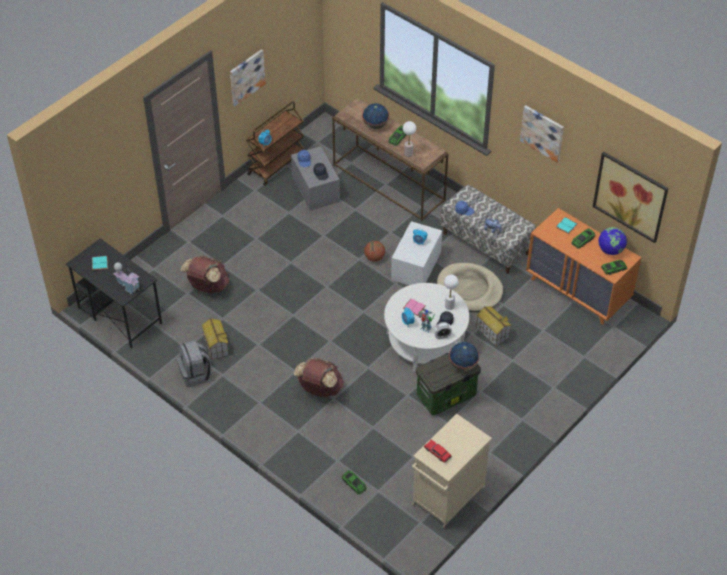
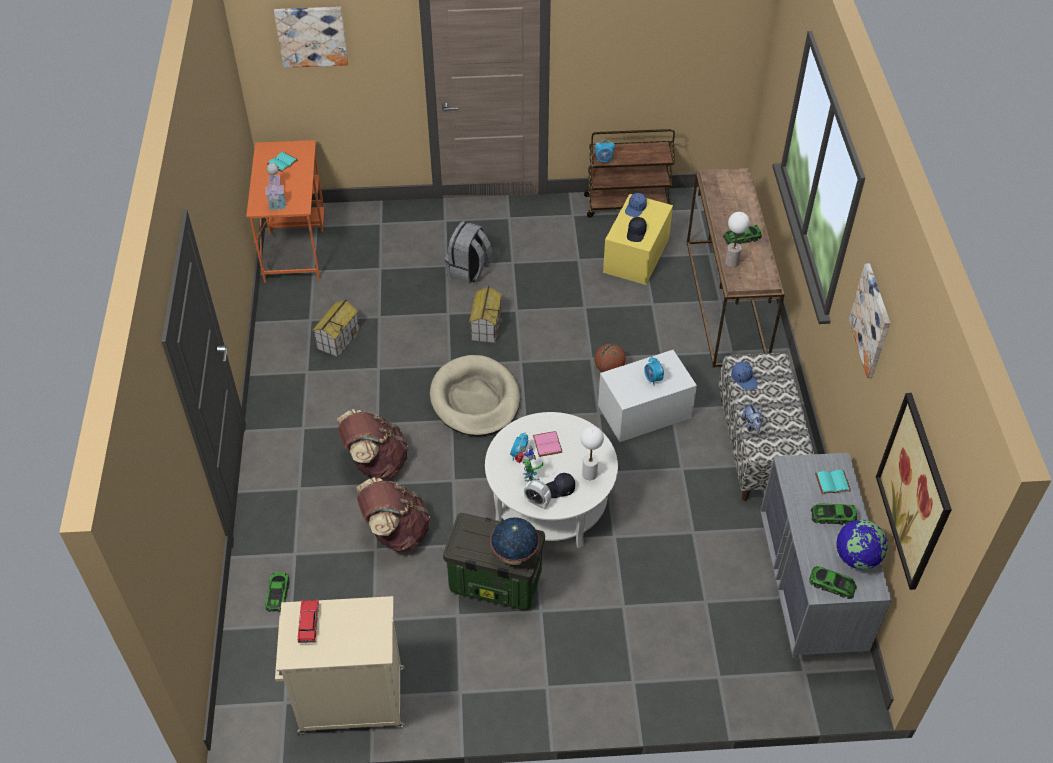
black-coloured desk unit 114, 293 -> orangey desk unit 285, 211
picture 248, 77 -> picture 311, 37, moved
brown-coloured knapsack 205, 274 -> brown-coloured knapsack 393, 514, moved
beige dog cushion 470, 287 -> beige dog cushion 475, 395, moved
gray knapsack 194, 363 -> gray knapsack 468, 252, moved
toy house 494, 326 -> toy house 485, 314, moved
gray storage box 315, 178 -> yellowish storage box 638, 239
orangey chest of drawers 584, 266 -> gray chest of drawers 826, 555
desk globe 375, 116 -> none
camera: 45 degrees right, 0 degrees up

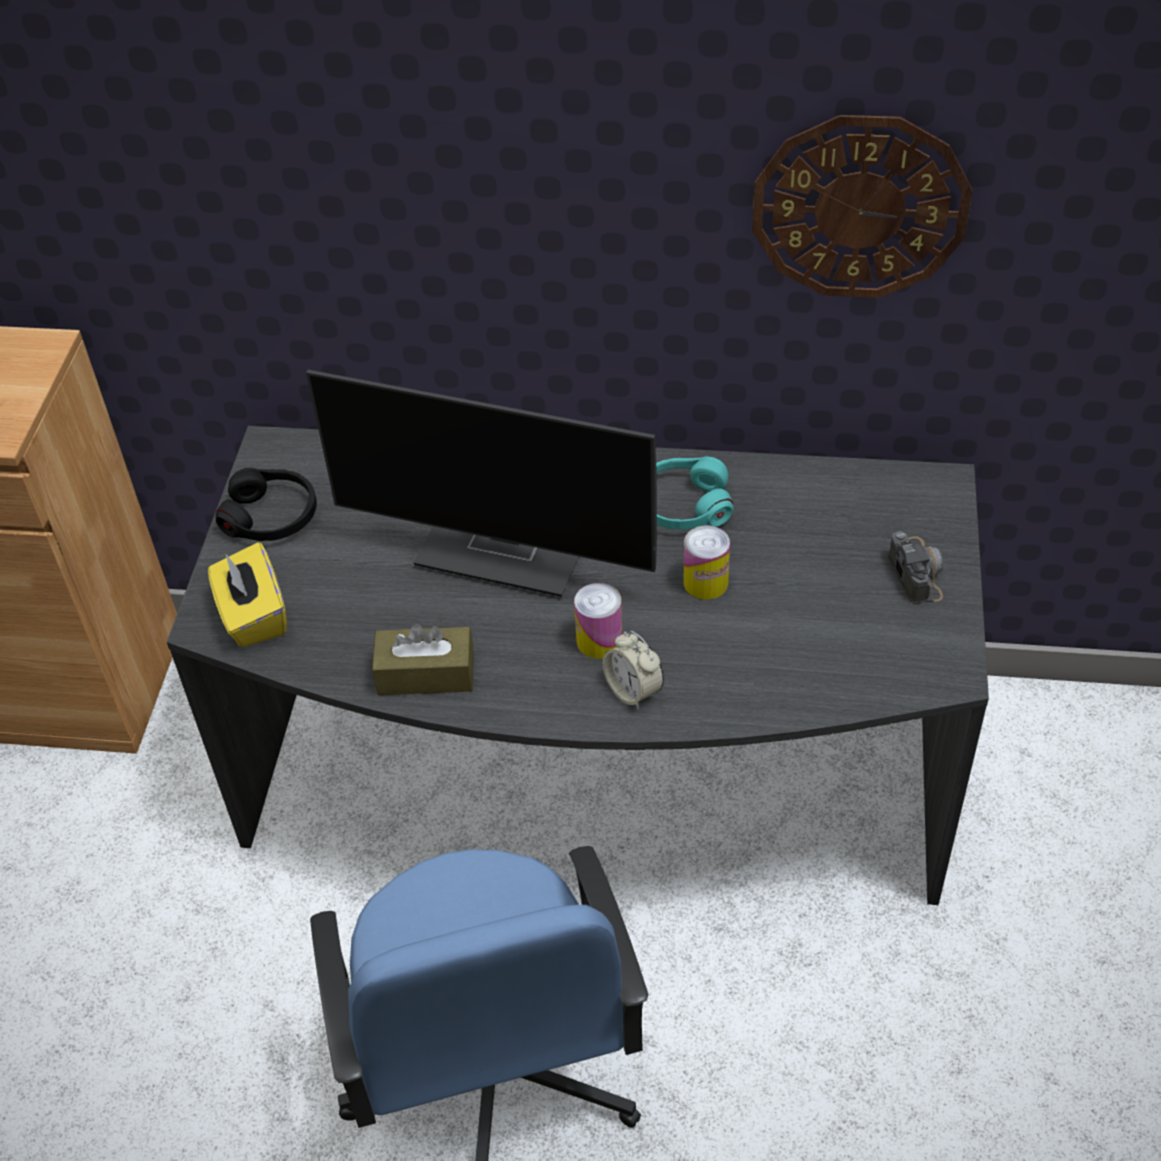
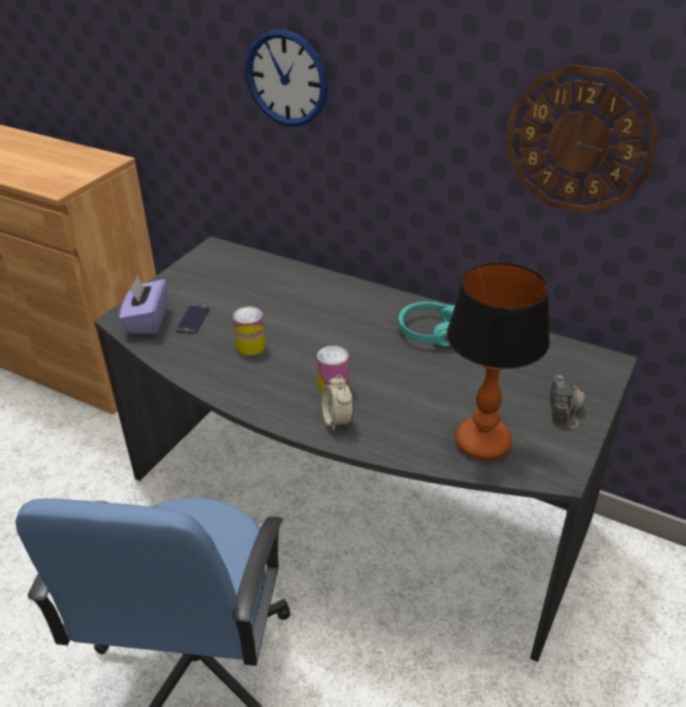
yellowish tissue holder 247, 594 -> purple-coloured tissue holder 143, 305
none -> handset 192, 319
sealed can 707, 563 -> sealed can 249, 330, moved
none -> clock on the wall 286, 77
none -> lamp for a table 498, 361
black-coloured pair of headphones 266, 504 -> none
computer display 481, 483 -> none
brown-coloured tissue holder 423, 659 -> none
camera: 20 degrees right, 10 degrees down

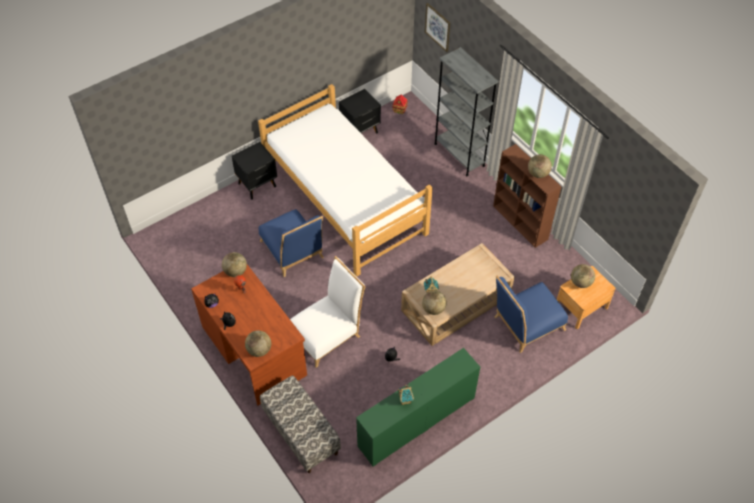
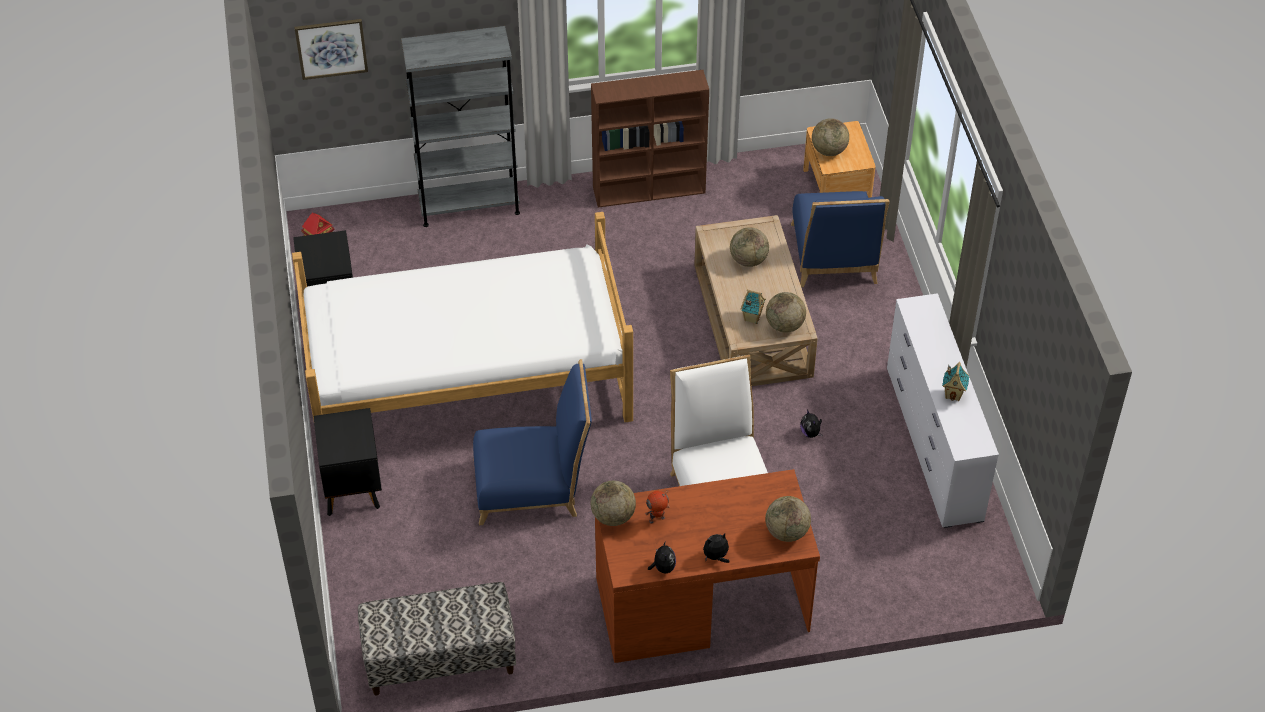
indoor bench 300, 424 -> indoor bench 437, 639, moved
desk globe 540, 166 -> desk globe 749, 247, moved
green chest of drawers 418, 407 -> whitish chest of drawers 943, 410
camera: 65 degrees left, 5 degrees down

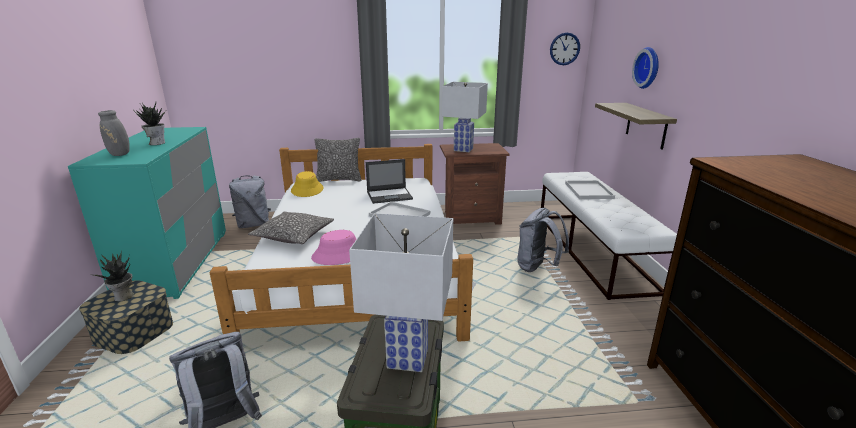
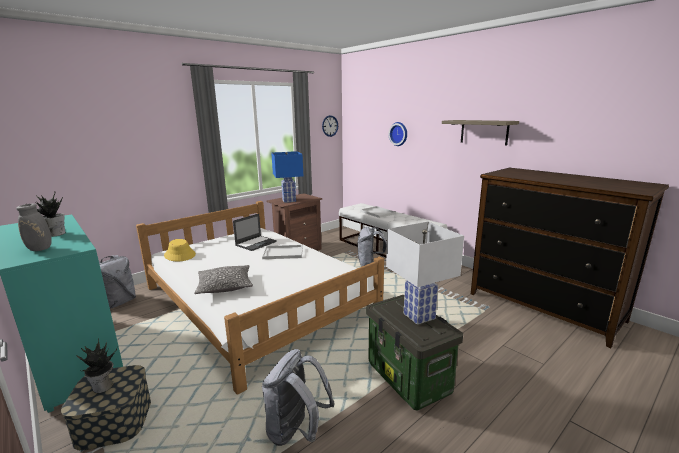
whitish lamp for a table 465, 117 -> blue lamp for a table 287, 177
bracket shelf 636, 126 -> bracket shelf 480, 132, moved
pink hat 333, 247 -> none
throw pillow 338, 160 -> none
camera: 35 degrees left, 5 degrees down

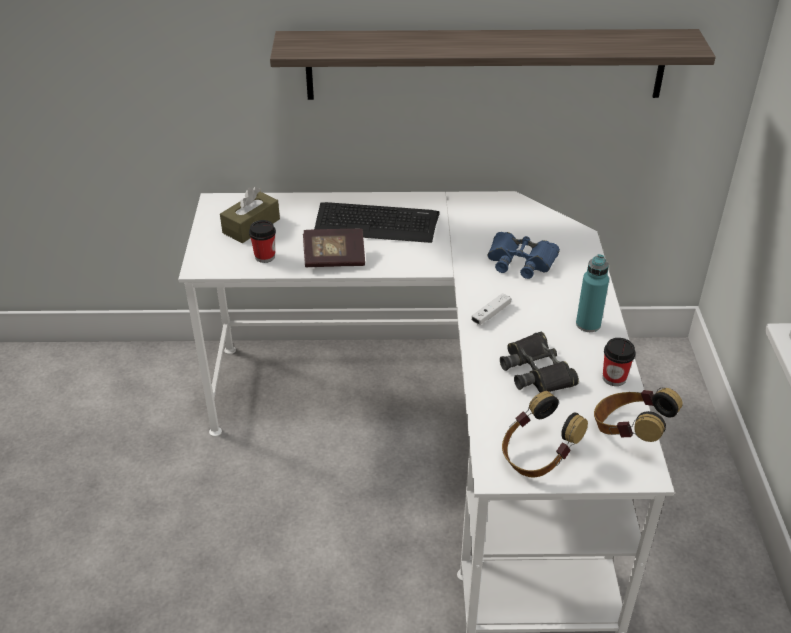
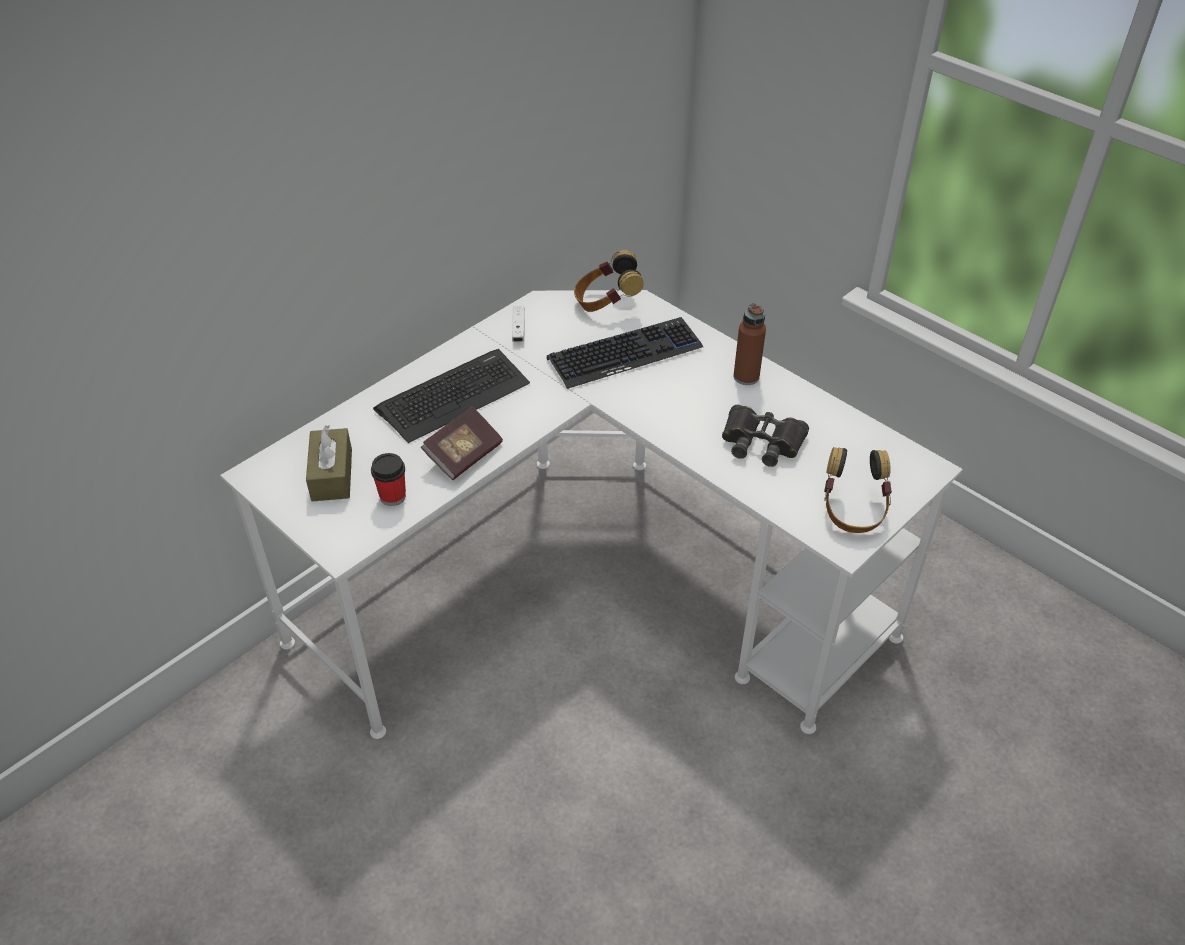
whitish joypad 491, 309 -> whitish joypad 518, 324, moved
blue pair of binoculars 524, 255 -> keyboard 625, 353
pair of headphones 638, 415 -> pair of headphones 609, 281, moved
turquoise-coloured drink bottle 592, 293 -> brown-coloured drink bottle 749, 344
bracket shelf 493, 64 -> none
cup 619, 362 -> none
camera: 45 degrees left, 5 degrees up

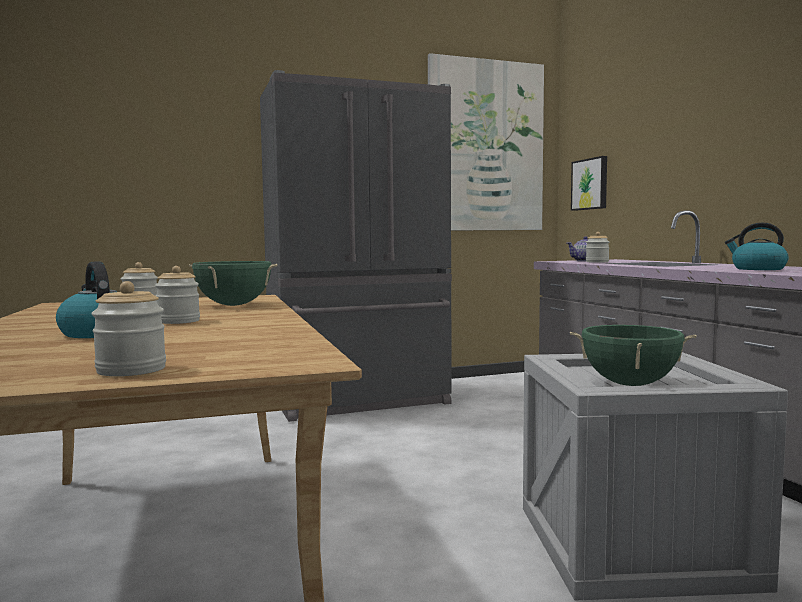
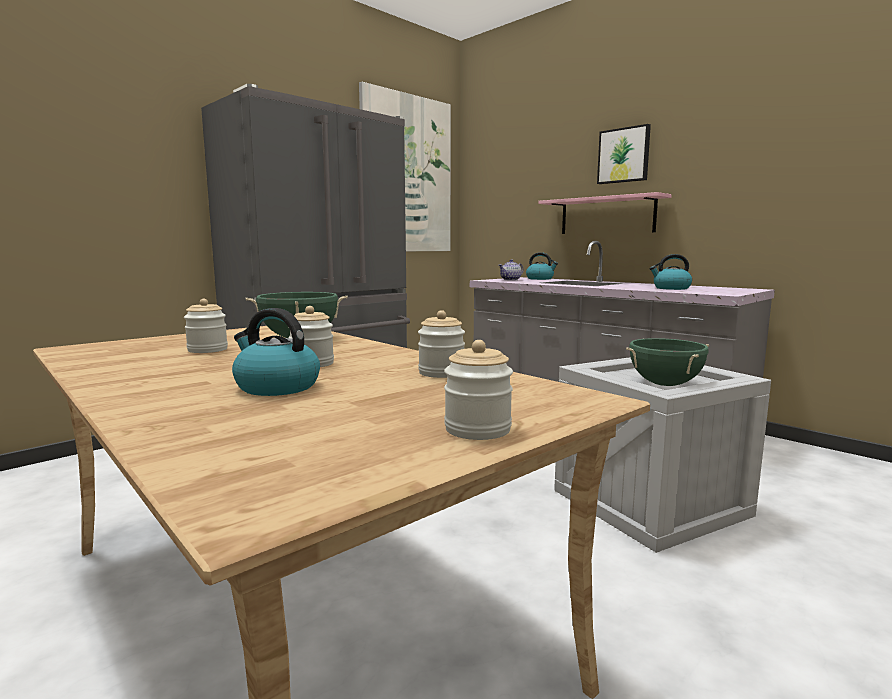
preserve jar 597, 247 -> preserve jar 441, 344, moved
none -> tea kettle 542, 266
none -> pink bracket shelf 605, 213
picture 589, 183 -> picture 624, 154, moved
camera: 25 degrees left, 5 degrees up

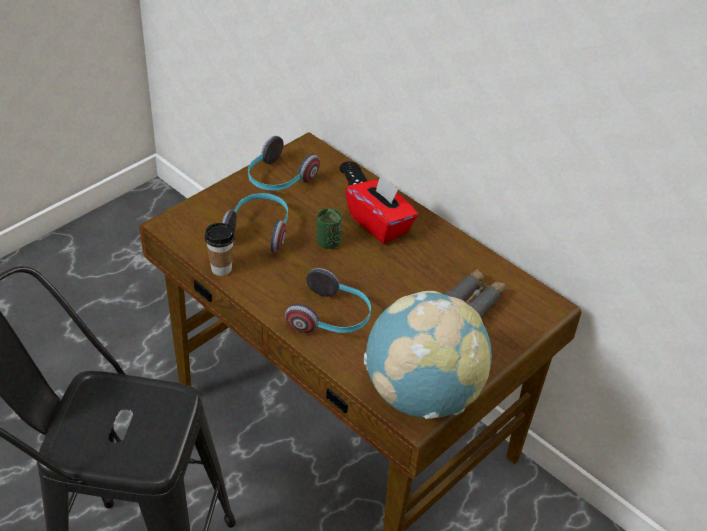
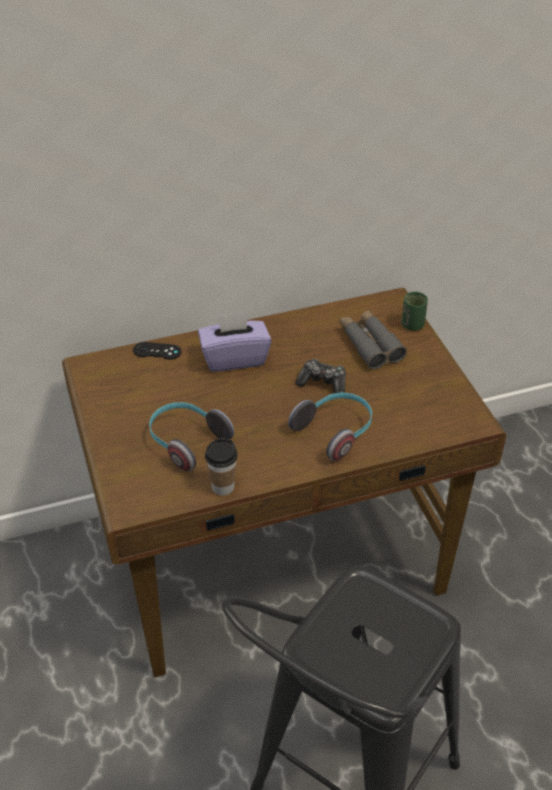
red tissue holder 382, 209 -> purple-coloured tissue holder 235, 342
none -> joypad 321, 376
green cup 329, 228 -> green cup 415, 311, moved
pair of headphones 284, 163 -> none
desk globe 428, 355 -> none
camera: 60 degrees left, 0 degrees up

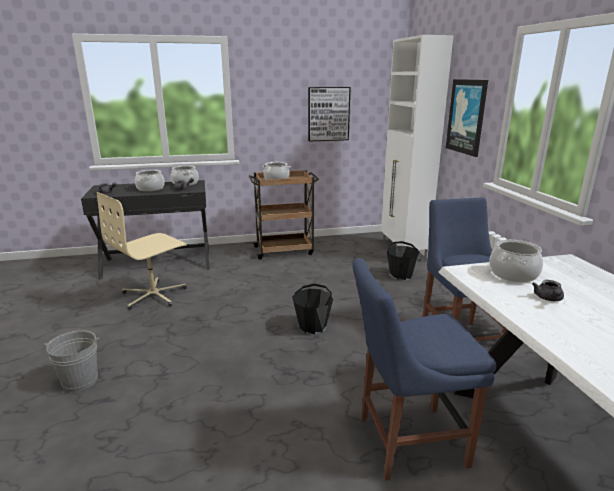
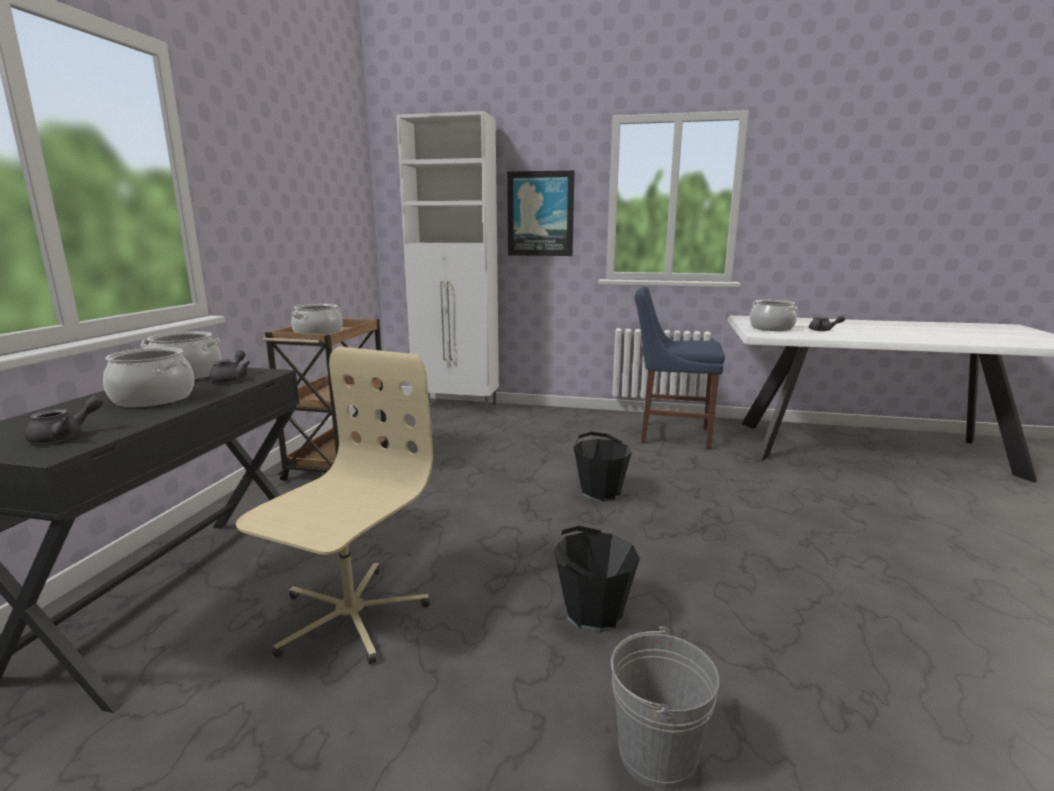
beige desk chair 142, 251 -> beige desk chair 334, 505, 135 degrees counterclockwise
black-coloured bucket 403, 260 -> black-coloured bucket 596, 579, moved
picture 329, 114 -> none
blue plain chair 424, 369 -> none
camera: 65 degrees left, 5 degrees down

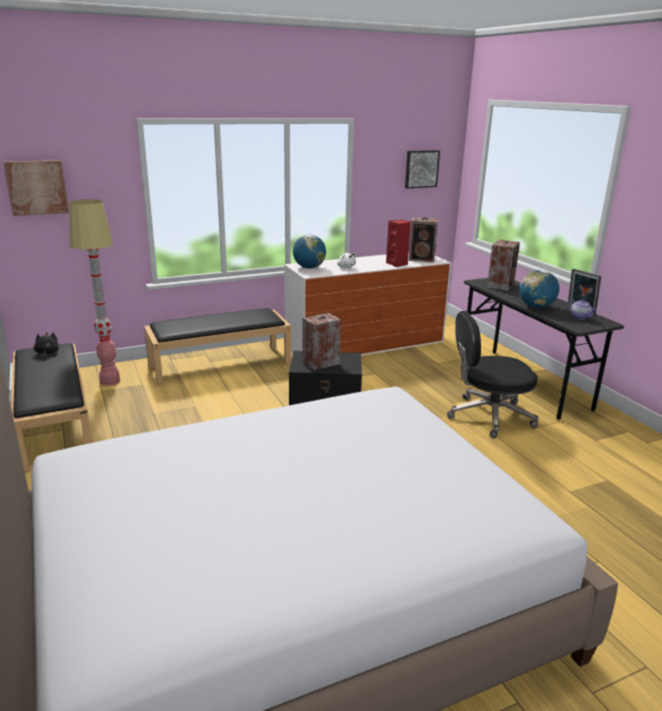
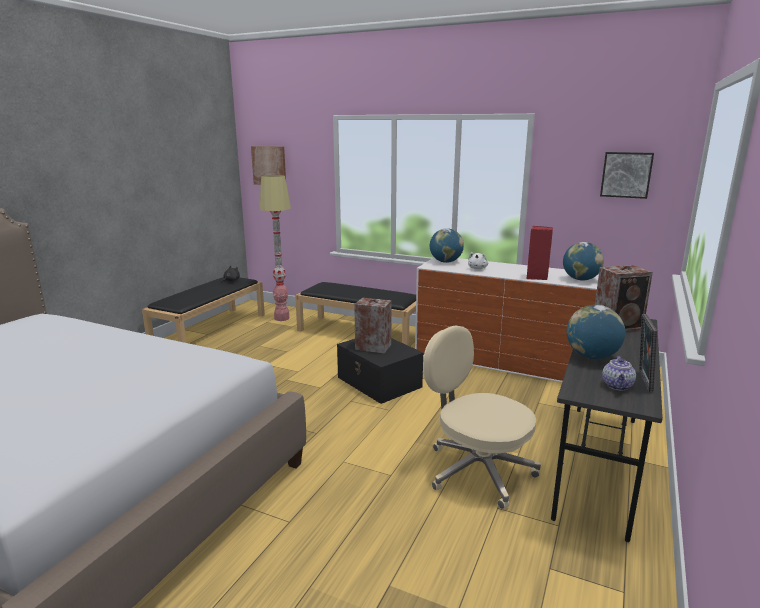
black-coloured desk chair 493, 374 -> beige desk chair 482, 417
audio speaker 423, 239 -> desk globe 583, 261
camera: 50 degrees right, 5 degrees down

